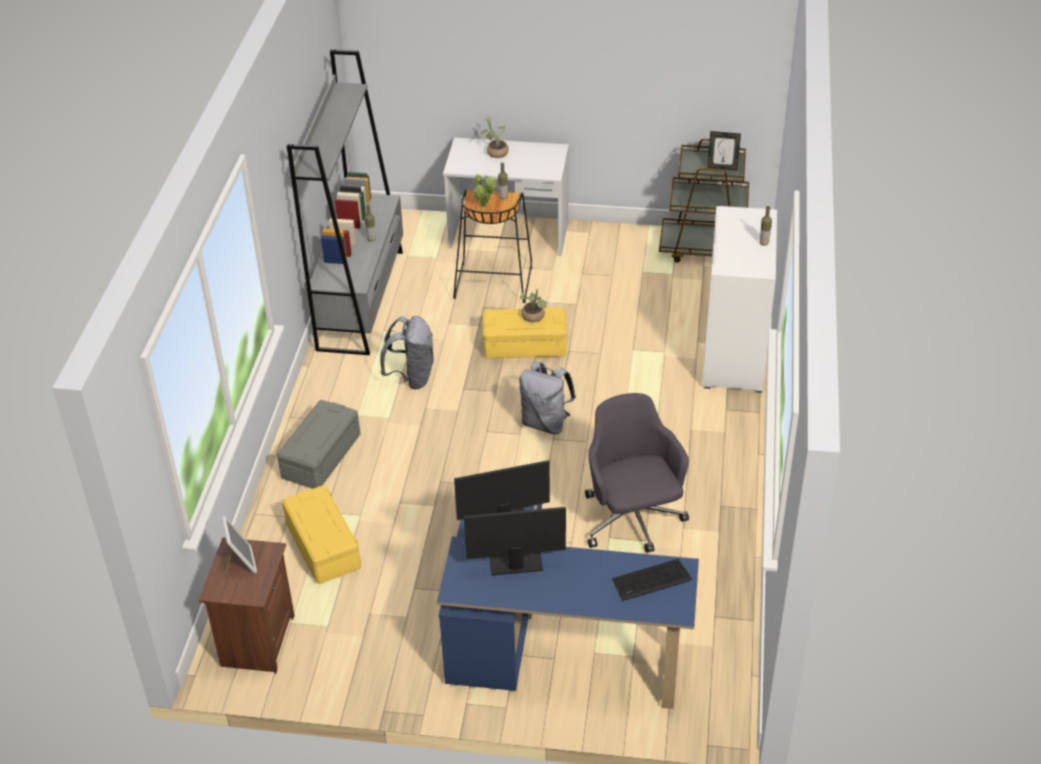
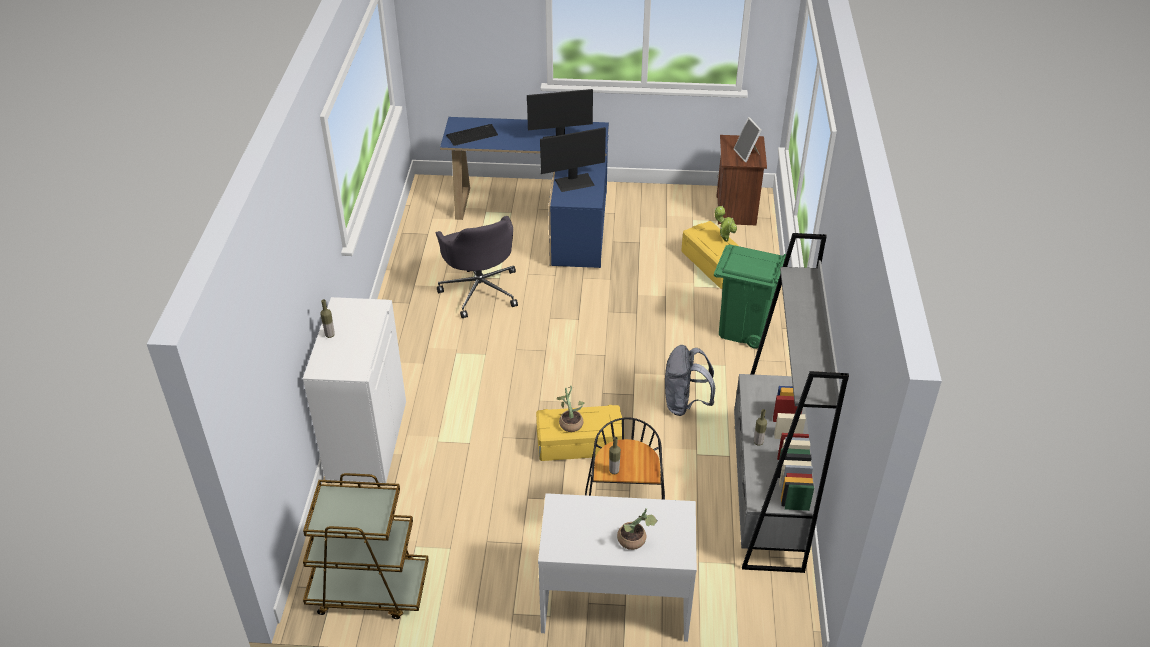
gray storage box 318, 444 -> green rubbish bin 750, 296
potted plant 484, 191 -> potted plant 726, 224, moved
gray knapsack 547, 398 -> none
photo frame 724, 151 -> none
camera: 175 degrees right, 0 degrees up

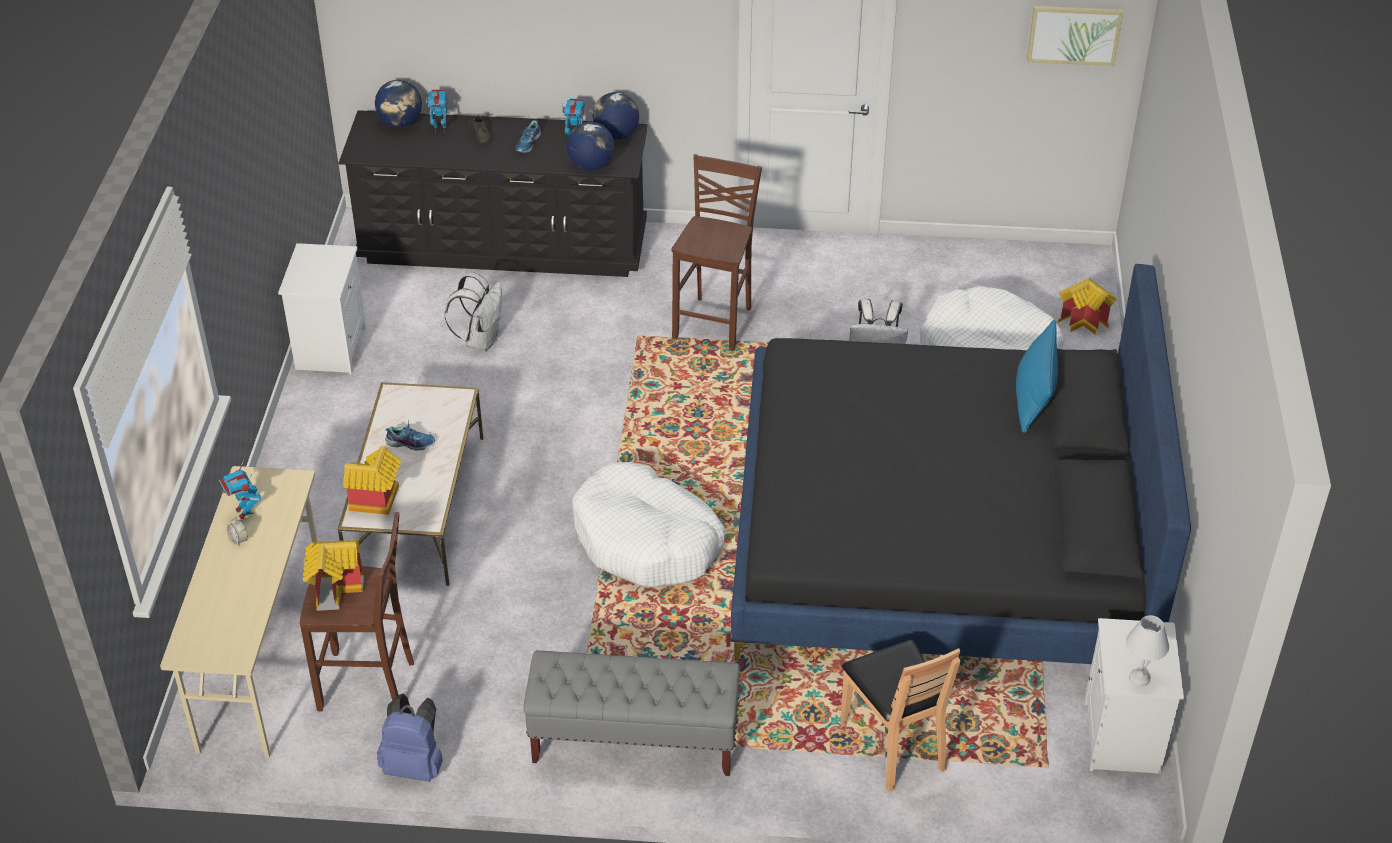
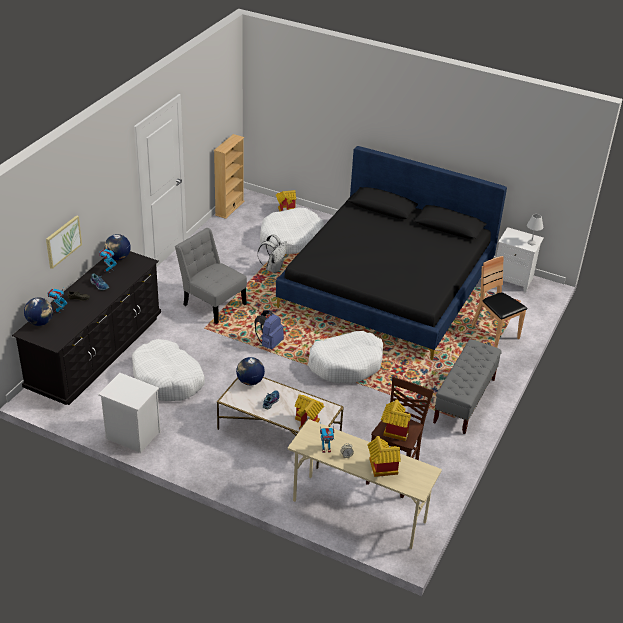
picture 1075, 36 -> picture 64, 242, moved
whitish knapsack 473, 311 -> whitish dog cushion 168, 370
brown-coloured sitting stool 716, 252 -> gray plain chair 211, 276
none -> beige bookcase 229, 176
desk globe 591, 146 -> desk globe 250, 371, moved
blue knapsack 410, 737 -> blue knapsack 269, 330, moved
none -> toy house 384, 456
brown-coloured plain chair 900, 716 -> brown-coloured plain chair 499, 302, 120 degrees counterclockwise
blue throw pillow 1037, 376 -> none
camera: 70 degrees left, 5 degrees down

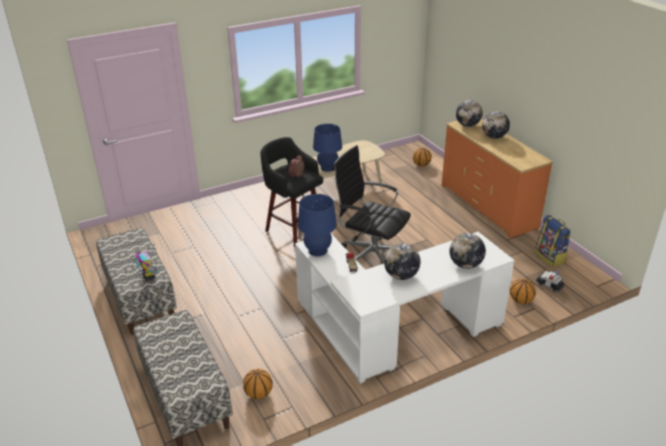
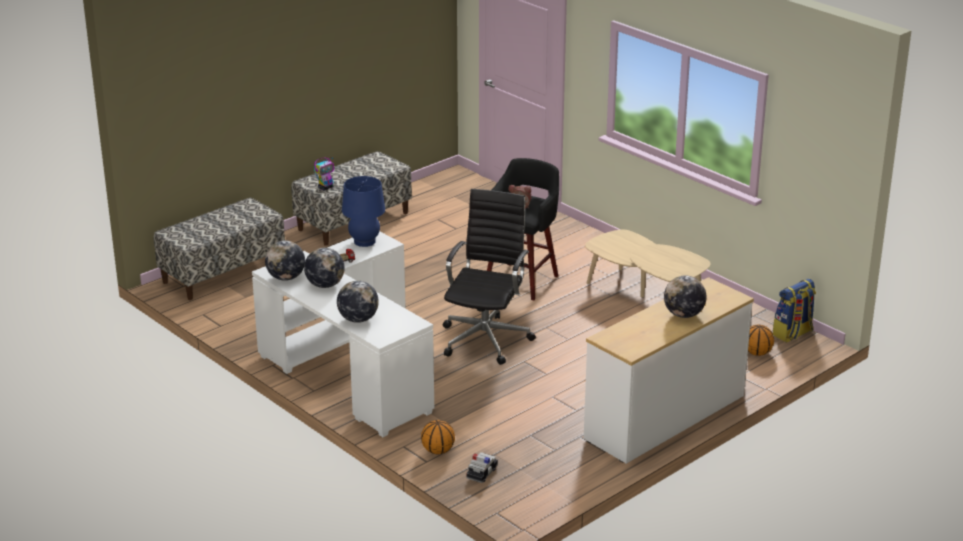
desk globe 469, 113 -> desk globe 285, 261, moved
orangey chest of drawers 497, 178 -> whitish chest of drawers 669, 370
knapsack 553, 241 -> knapsack 794, 311, moved
basketball ball 258, 384 -> none
blue lamp for a table 327, 148 -> none
camera: 75 degrees right, 5 degrees down

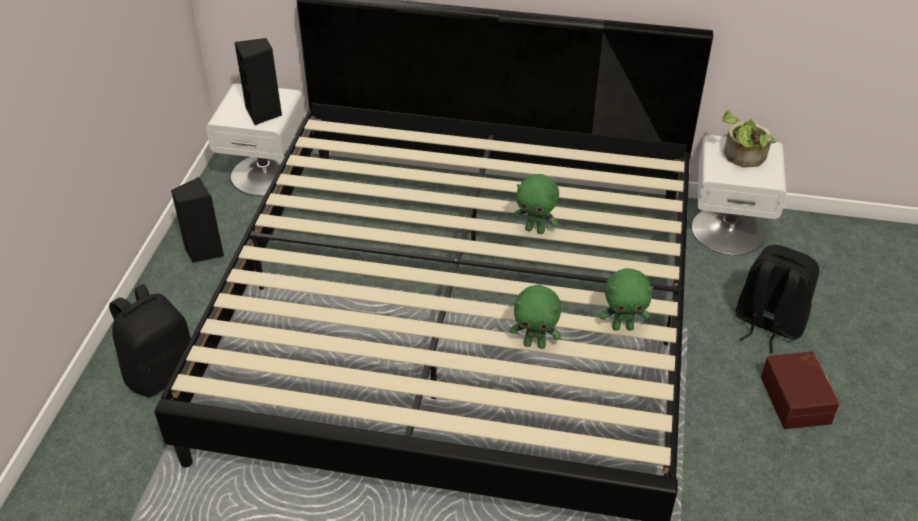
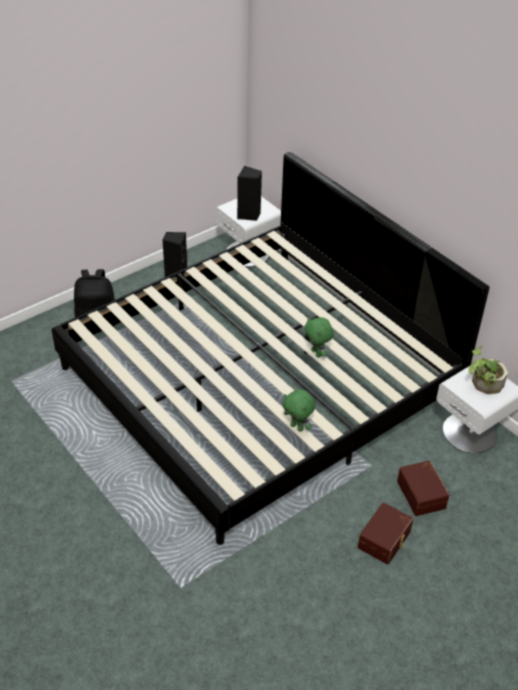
black-coloured knapsack 777, 299 -> brown-coloured storage box 423, 488
green plush toy 535, 317 -> none
camera: 40 degrees right, 0 degrees up

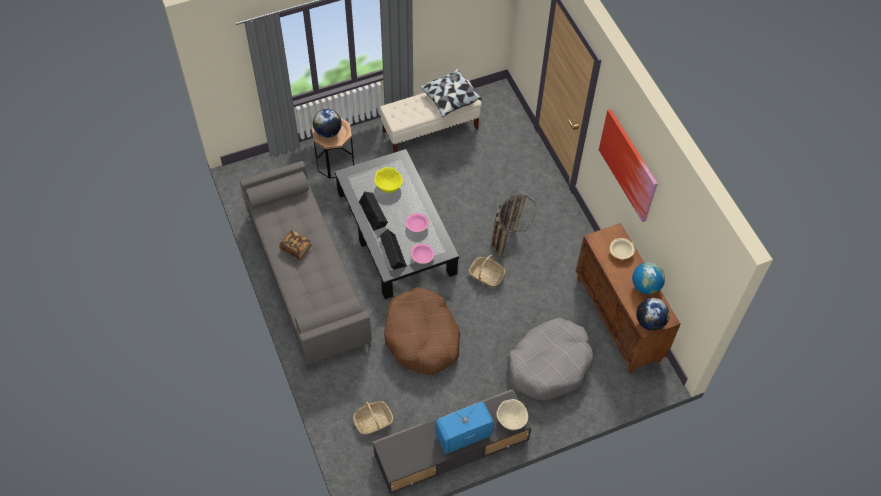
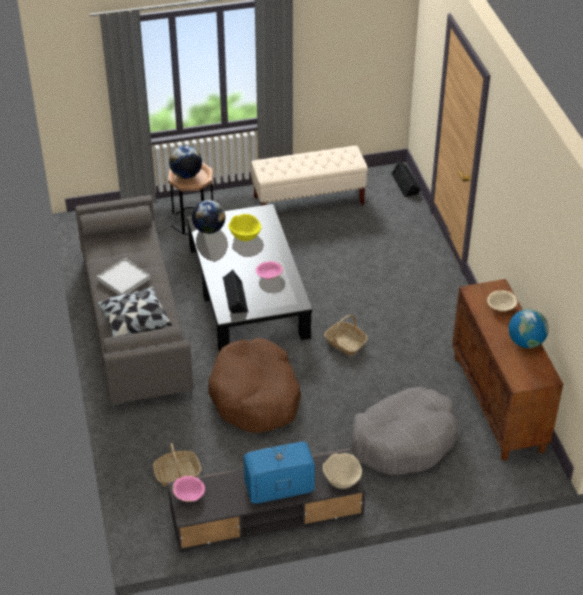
volume 295, 245 -> whitish carrying tray 123, 276
throw pillow 451, 93 -> throw pillow 134, 312, moved
pink bowl 422, 254 -> pink bowl 188, 489, moved
desk globe 653, 314 -> desk globe 208, 217, moved
black-coloured audio speaker 373, 211 -> black-coloured audio speaker 406, 179, moved
storage basket 513, 225 -> none
picture 628, 165 -> none
camera: 10 degrees right, 15 degrees down

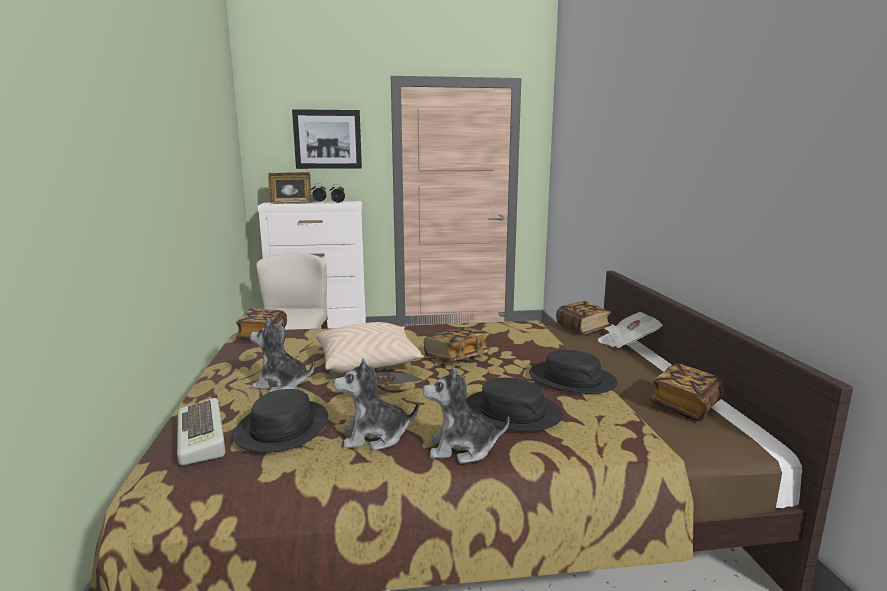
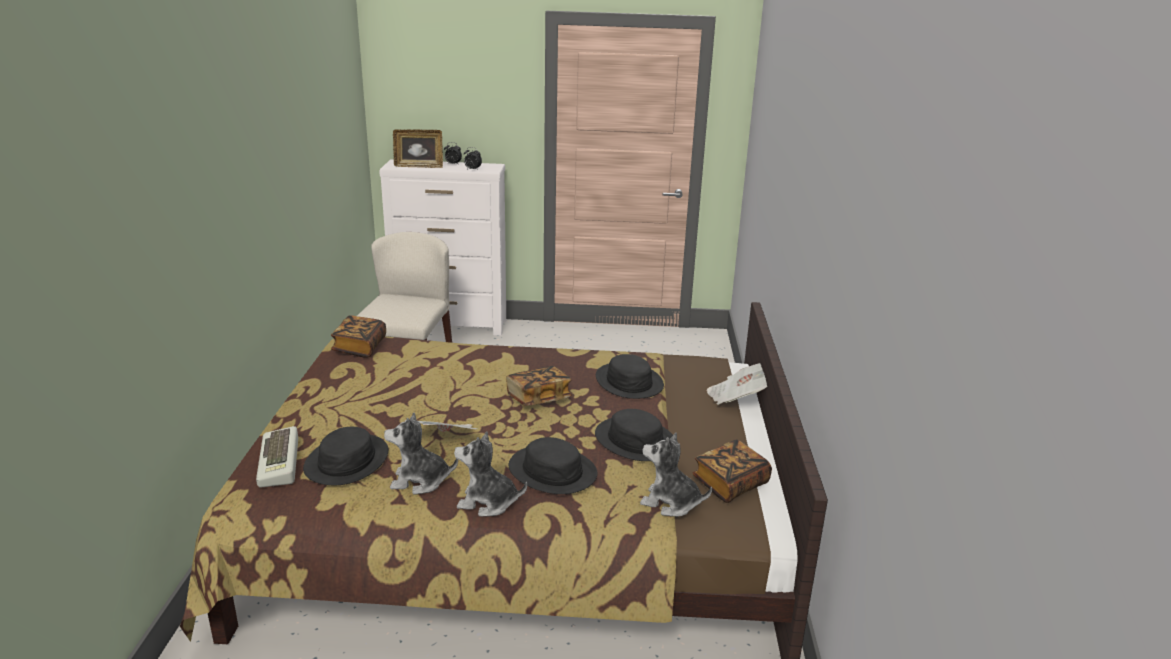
none -> black-coloured hat 630, 376
plush toy 282, 355 -> plush toy 676, 475, moved
picture 327, 139 -> none
beige throw pillow 370, 347 -> none
volume 583, 318 -> none
camera: 10 degrees right, 10 degrees up

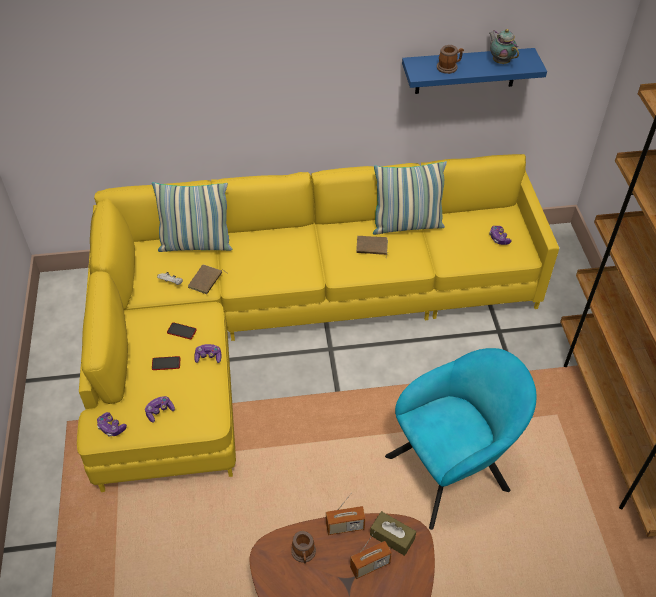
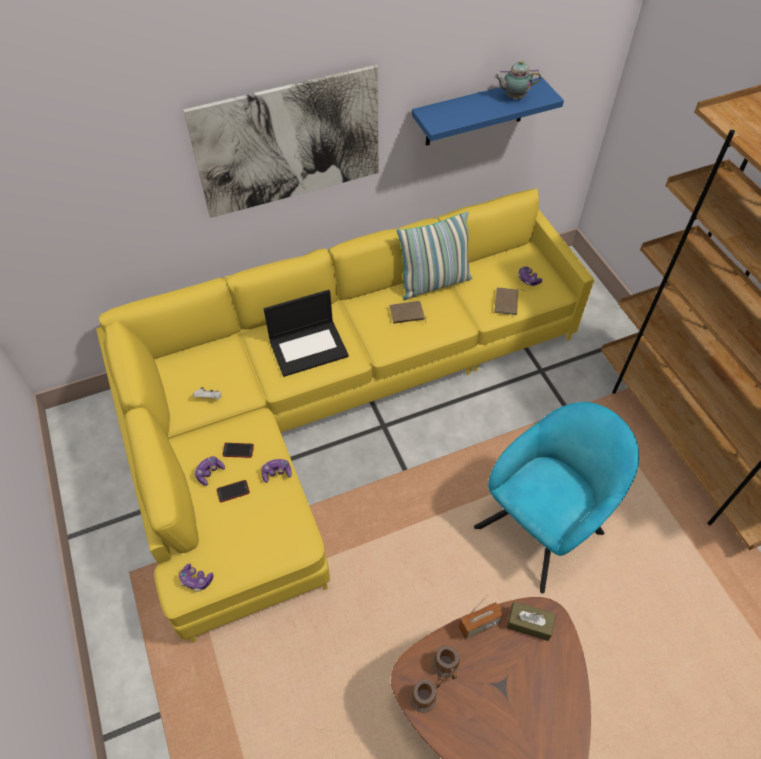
none -> picture 280, 141
joypad 160, 409 -> joypad 210, 471, moved
none -> laptop 306, 333
mug 450, 59 -> mug 426, 696, moved
tea pot 504, 46 -> tea pot 517, 79, 45 degrees counterclockwise
brown-coloured volume 207, 279 -> brown-coloured volume 509, 301, moved
throw pillow 192, 217 -> none
radio receiver 371, 555 -> none
camera: 15 degrees left, 5 degrees up

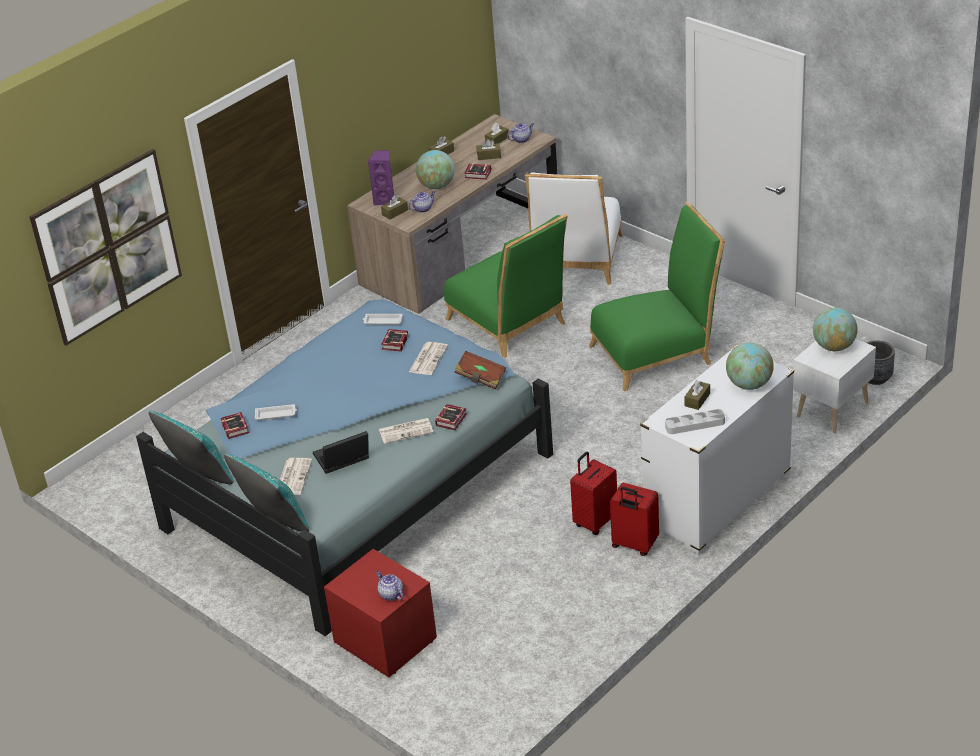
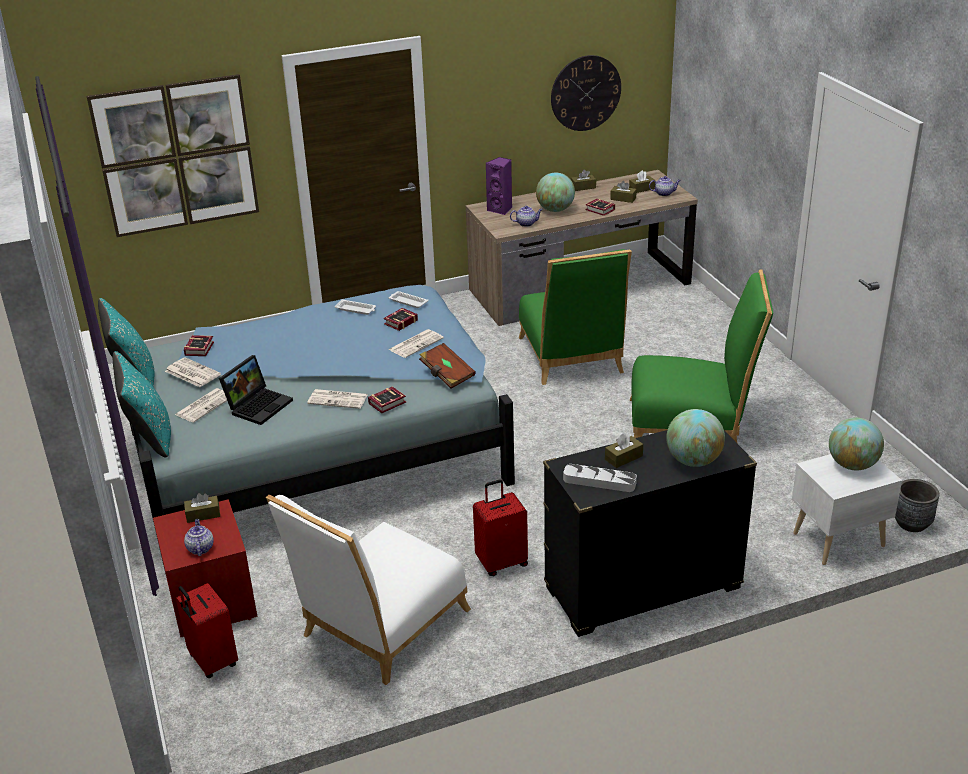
none -> printed paper 193, 372
red travel case 634, 519 -> red travel case 207, 630, moved
brown-coloured tissue holder 394, 207 -> brown-coloured tissue holder 202, 508, moved
laptop 341, 452 -> laptop 256, 390, 120 degrees clockwise
whitish plain chair 574, 228 -> whitish plain chair 368, 590, moved
whitish carrying tray 276, 412 -> whitish carrying tray 355, 307, moved
whitish chest of drawers 717, 450 -> black-coloured chest of drawers 650, 533
none -> clock on the wall 586, 93
camera: 25 degrees right, 5 degrees down

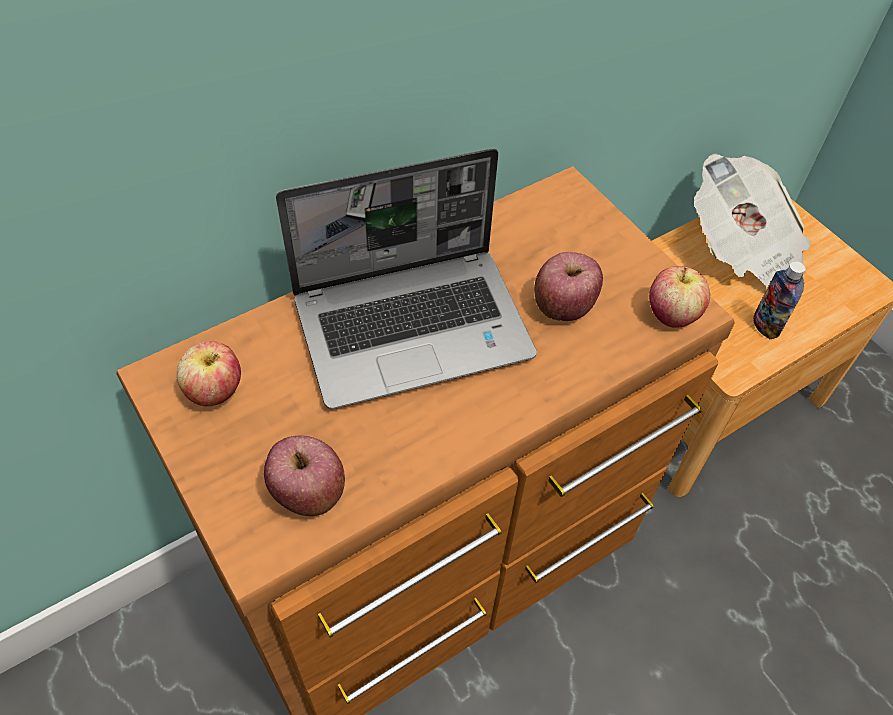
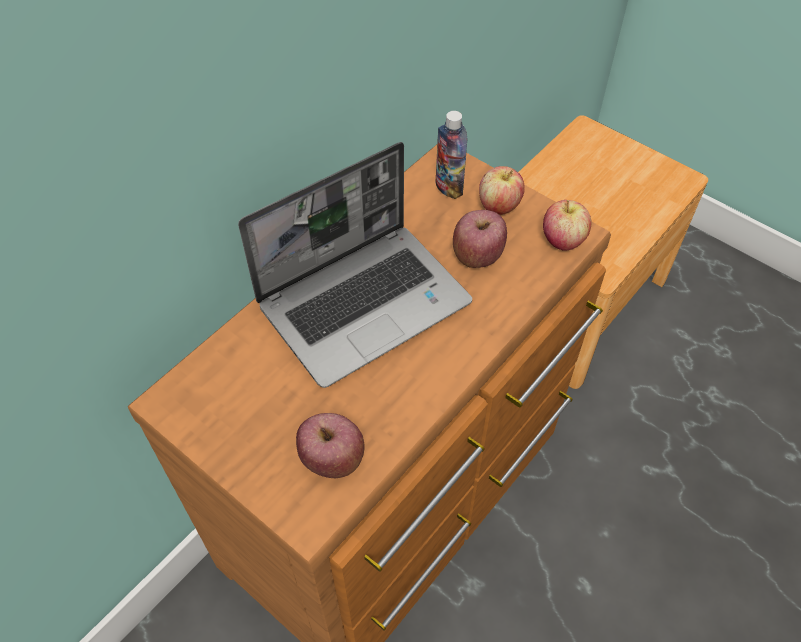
drink bottle 779, 300 -> drink bottle 451, 155, moved
whole apple 209, 373 -> whole apple 502, 190, moved
printed paper 752, 220 -> none
camera: 15 degrees left, 0 degrees up

